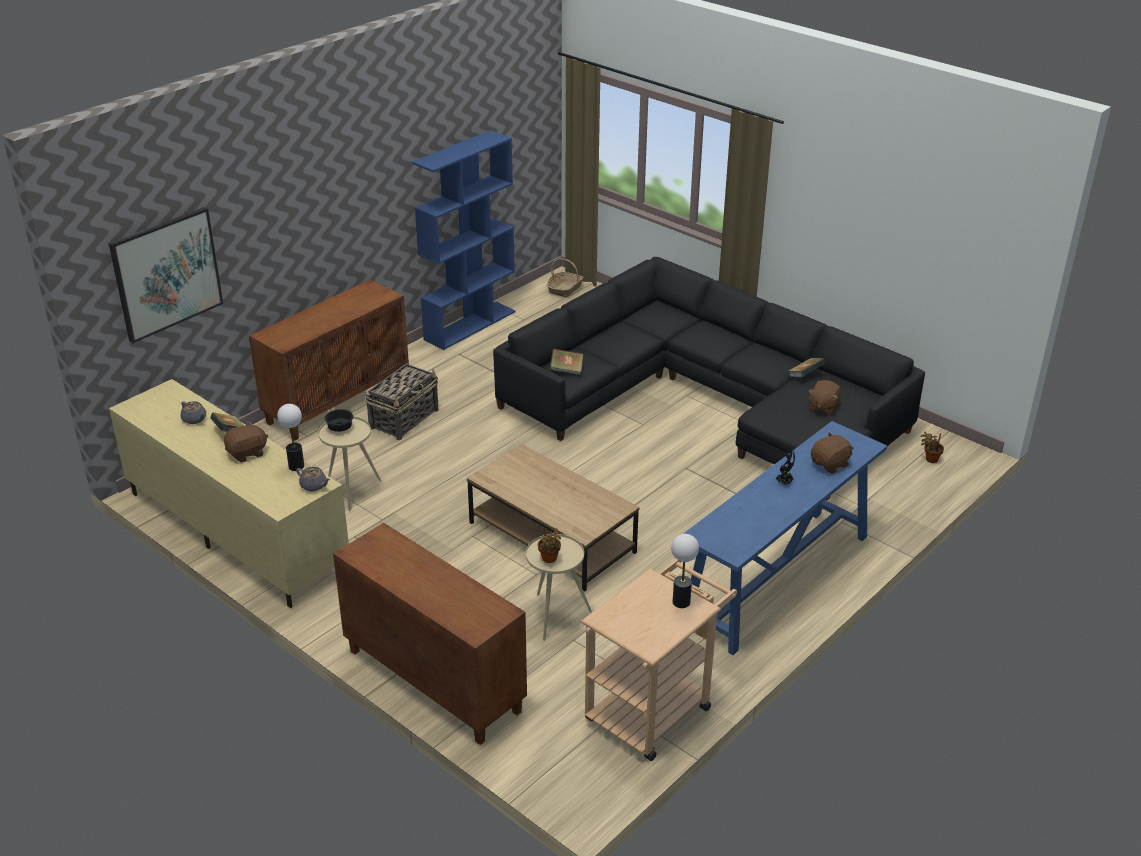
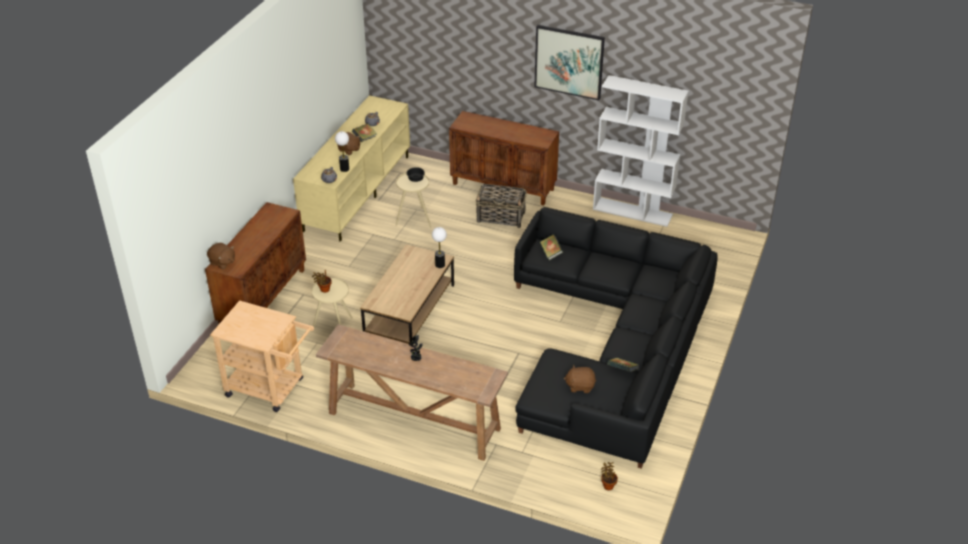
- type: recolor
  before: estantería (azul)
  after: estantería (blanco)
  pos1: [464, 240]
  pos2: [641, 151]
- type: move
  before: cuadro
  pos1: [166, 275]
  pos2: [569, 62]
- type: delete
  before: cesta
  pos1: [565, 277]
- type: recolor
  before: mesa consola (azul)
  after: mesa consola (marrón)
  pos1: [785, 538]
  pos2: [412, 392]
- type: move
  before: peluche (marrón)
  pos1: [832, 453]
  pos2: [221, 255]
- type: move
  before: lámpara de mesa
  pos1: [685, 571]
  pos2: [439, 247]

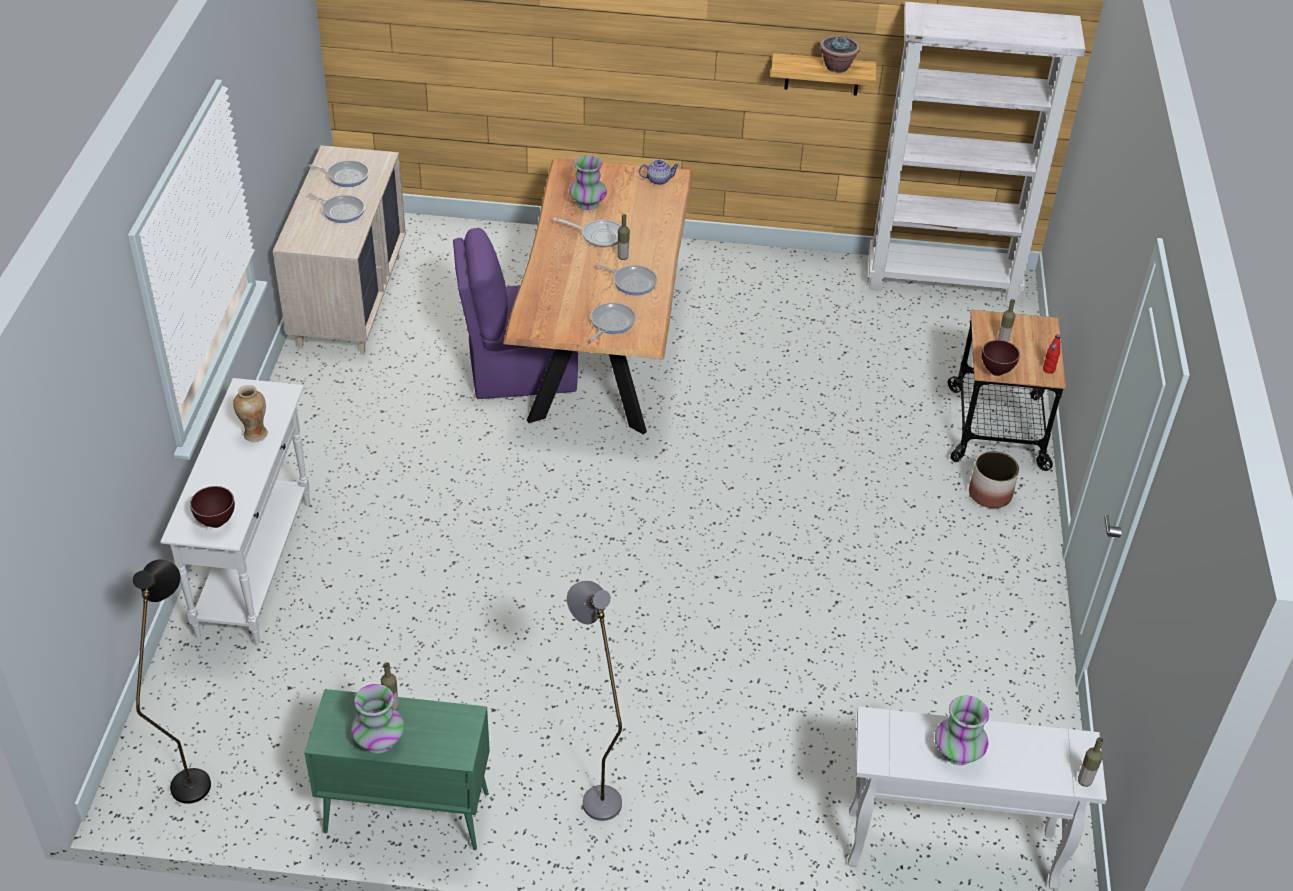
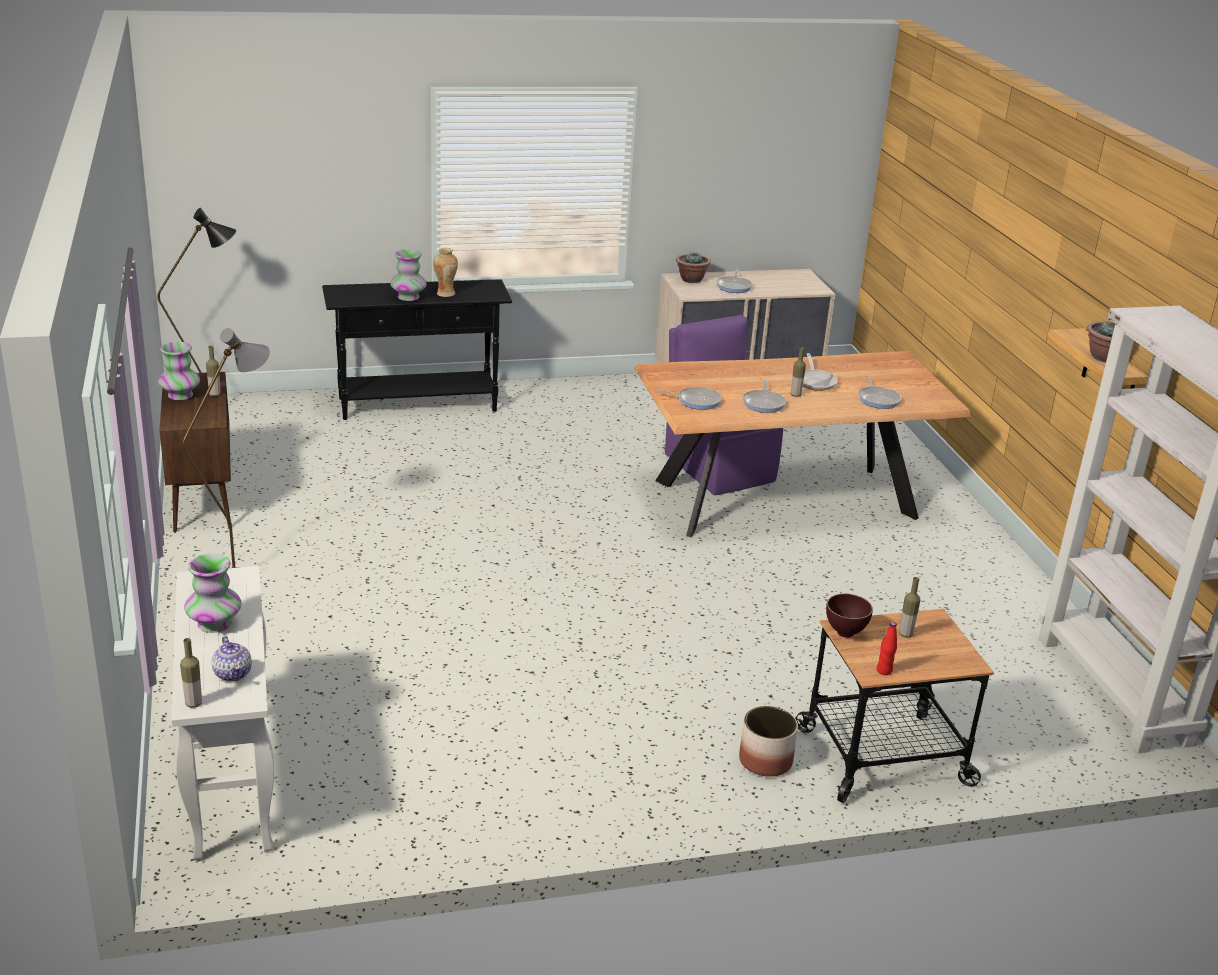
- type: move
  before: florero
  pos1: [588, 182]
  pos2: [409, 275]
- type: move
  before: tetera
  pos1: [659, 172]
  pos2: [232, 659]
- type: move
  before: sartén
  pos1: [338, 174]
  pos2: [880, 392]
- type: recolor
  before: mesa consola (blanco)
  after: mesa consola (negro)
  pos1: [235, 511]
  pos2: [417, 349]
- type: delete
  before: cuenco (marrón)
  pos1: [212, 507]
- type: recolor
  before: armario (verde)
  after: armario (marrón)
  pos1: [397, 769]
  pos2: [195, 452]
- type: insert
  after: planta en maceta
  pos2: [693, 267]

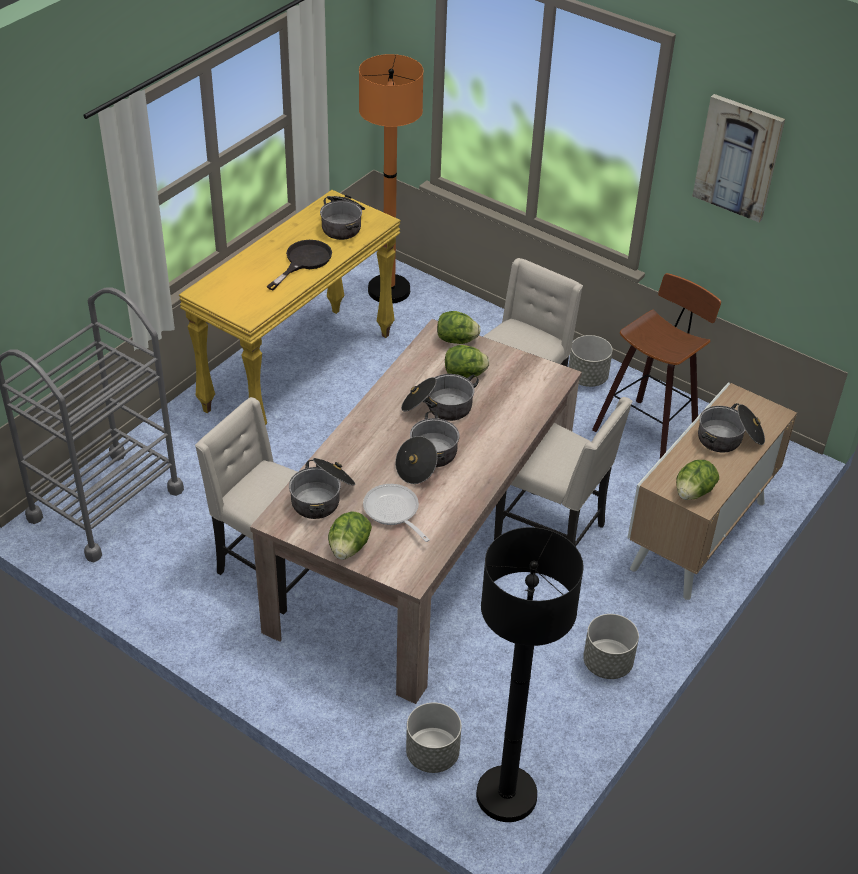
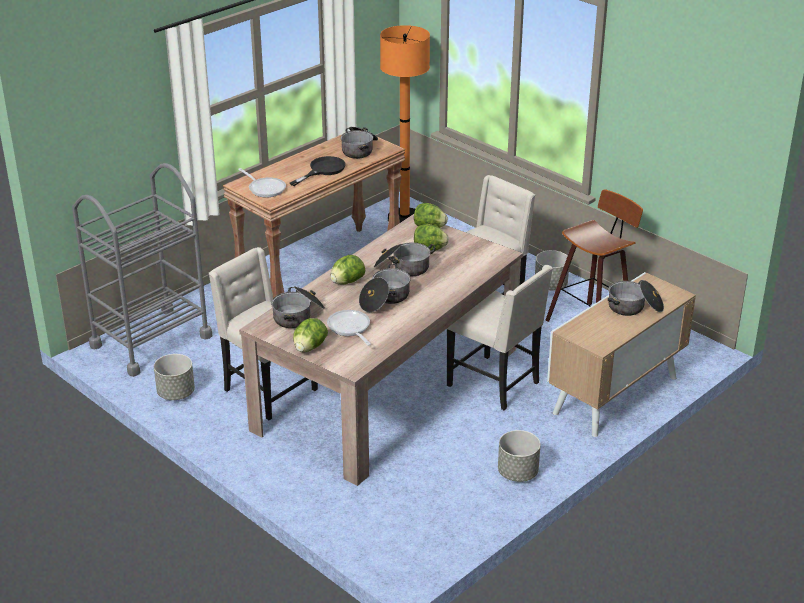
- type: delete
  before: cuadro
  pos1: [738, 158]
- type: recolor
  before: mesa consola (amarillo)
  after: mesa consola (marrón)
  pos1: [290, 307]
  pos2: [314, 216]
- type: move
  before: lechuga
  pos1: [697, 480]
  pos2: [347, 270]
- type: delete
  before: lámpara de pie (negro)
  pos1: [529, 674]
- type: move
  before: maceta (gris)
  pos1: [433, 738]
  pos2: [174, 377]
- type: insert
  after: sartén
  pos2: [262, 183]

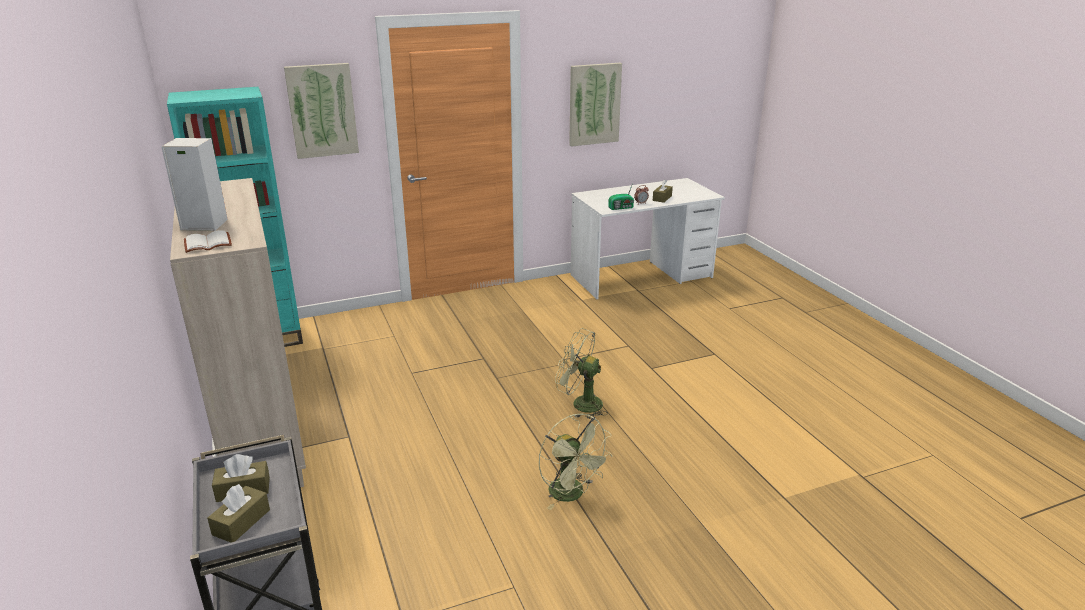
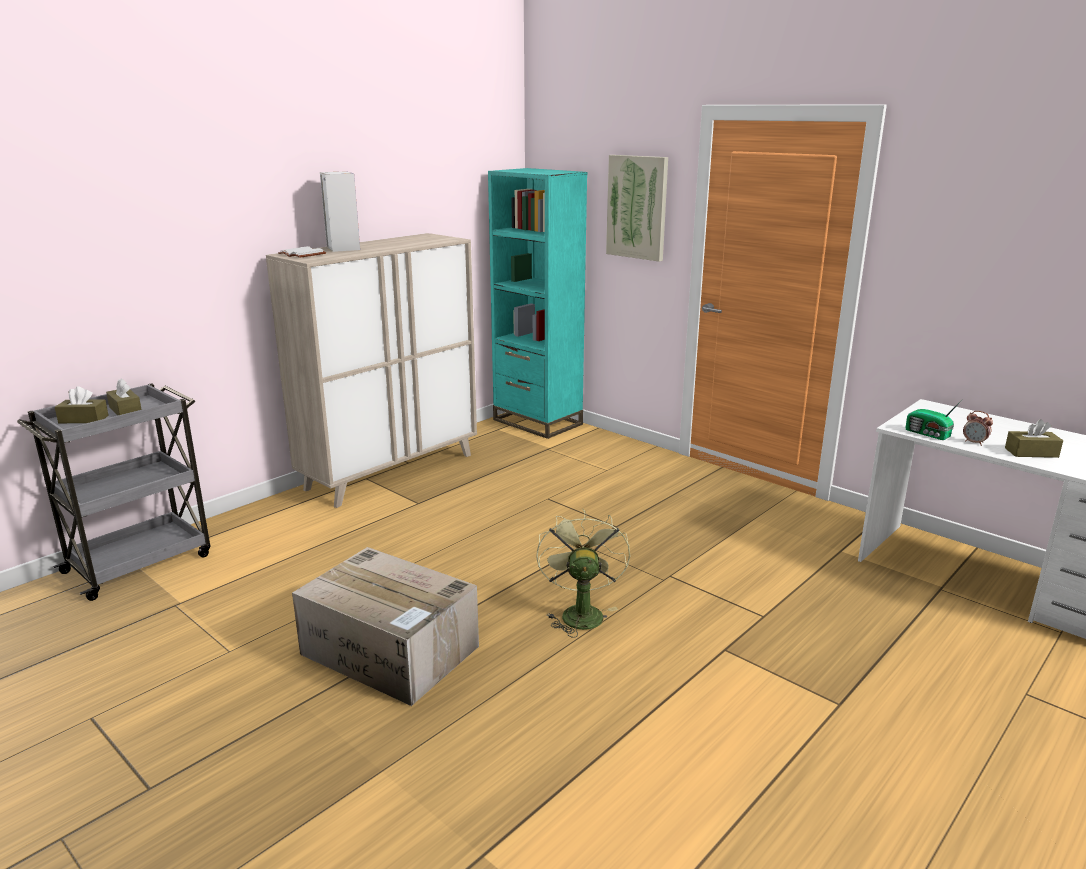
- type: delete
  before: cuadro
  pos1: [595, 105]
- type: replace
  before: ventilador (verde)
  after: caja de cartón
  pos1: [576, 461]
  pos2: [385, 626]

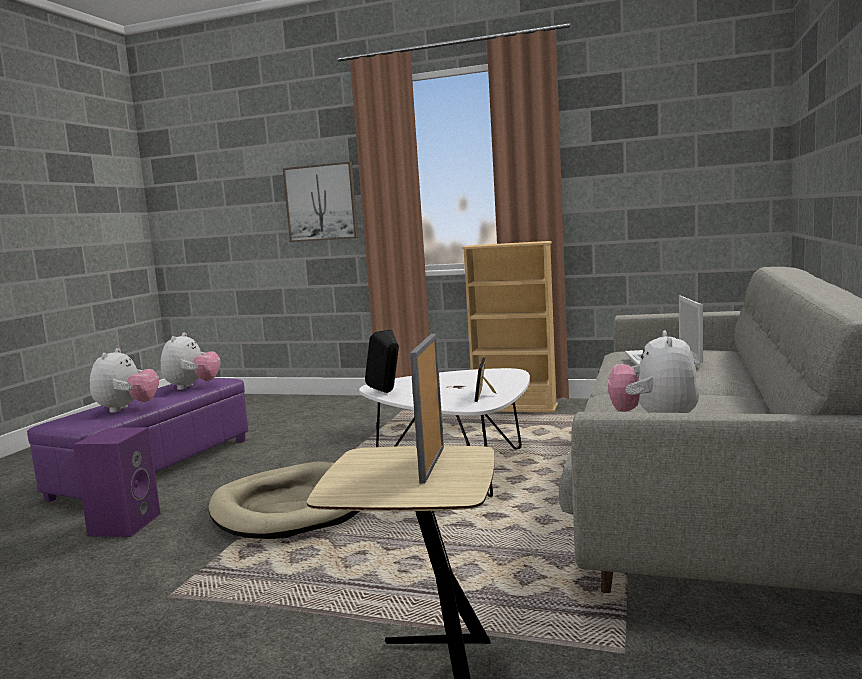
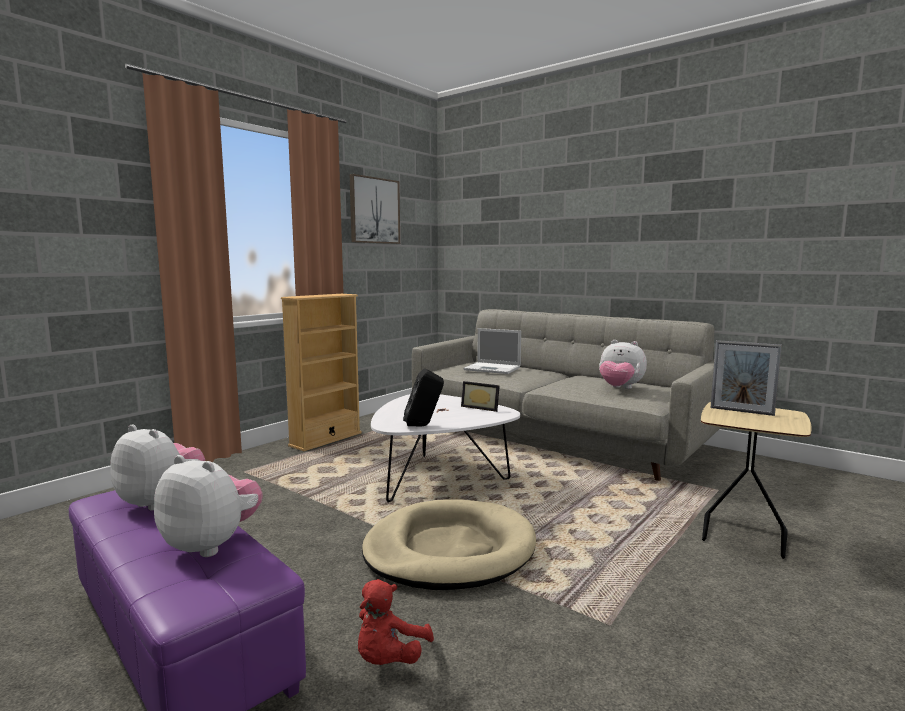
- type: move
  before: cuadro
  pos1: [320, 202]
  pos2: [374, 209]
- type: replace
  before: altavoz (morado)
  after: peluche (rojo)
  pos1: [117, 482]
  pos2: [396, 622]

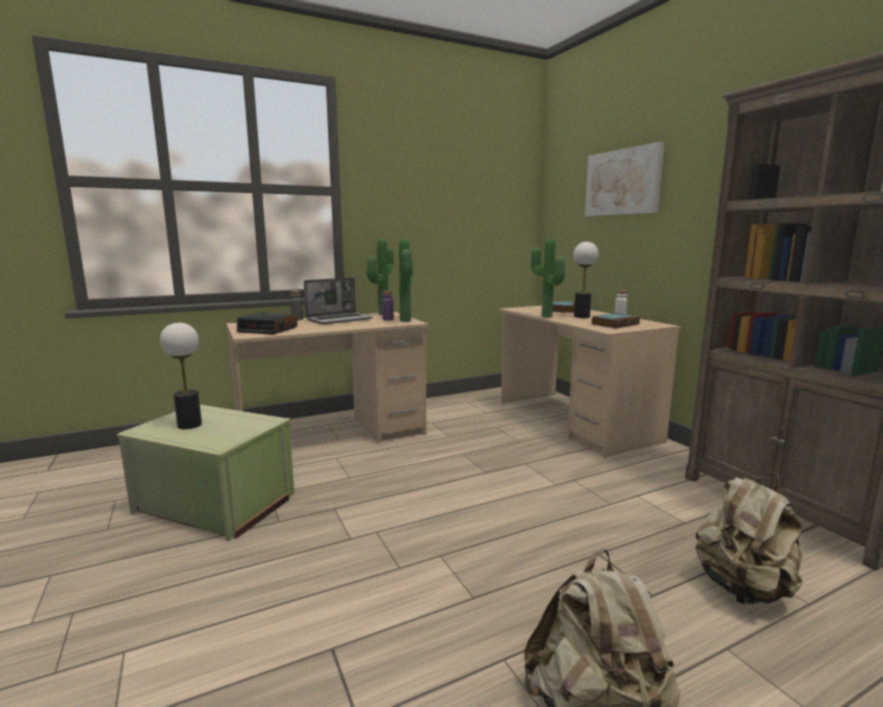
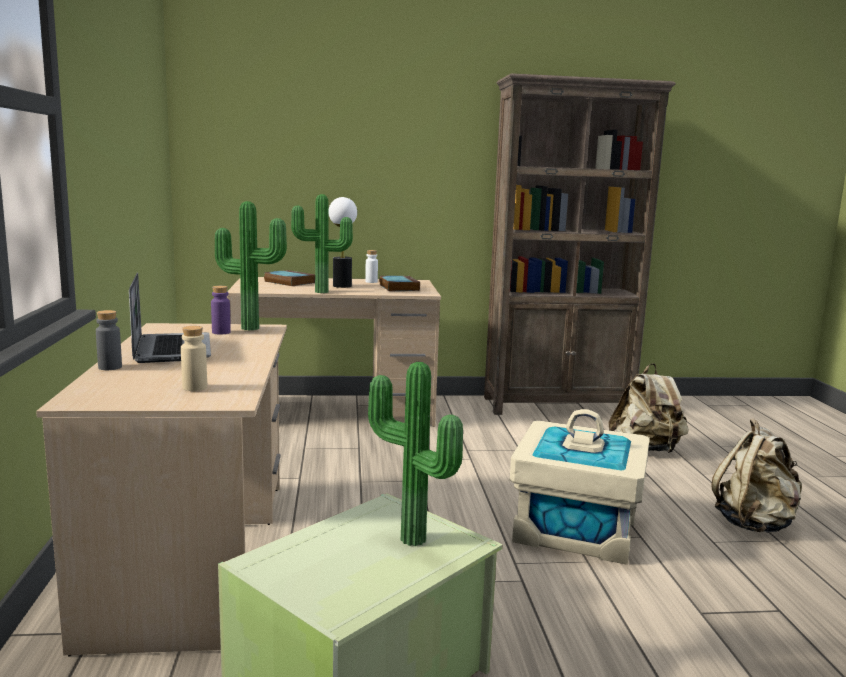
- type: delete
  before: cuadro
  pos1: [624, 179]
- type: move
  before: planta en maceta
  pos1: [380, 276]
  pos2: [415, 454]
- type: replace
  before: despertador
  after: botella (beis)
  pos1: [267, 323]
  pos2: [194, 358]
- type: delete
  before: lámpara de mesa
  pos1: [181, 375]
- type: insert
  after: caja de almacenaje (beis)
  pos2: [580, 487]

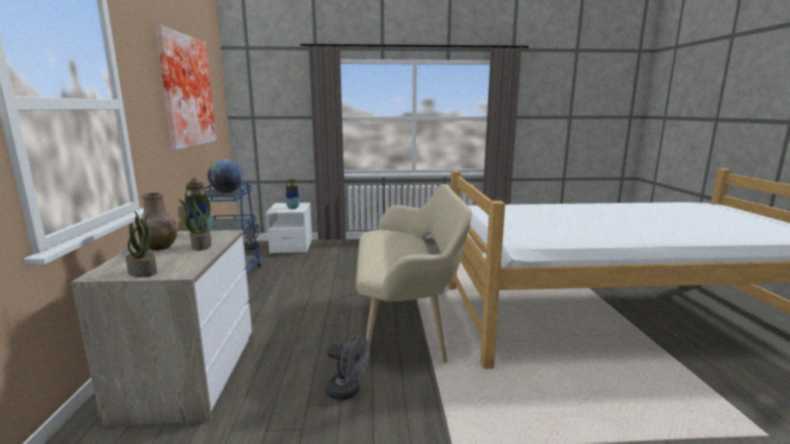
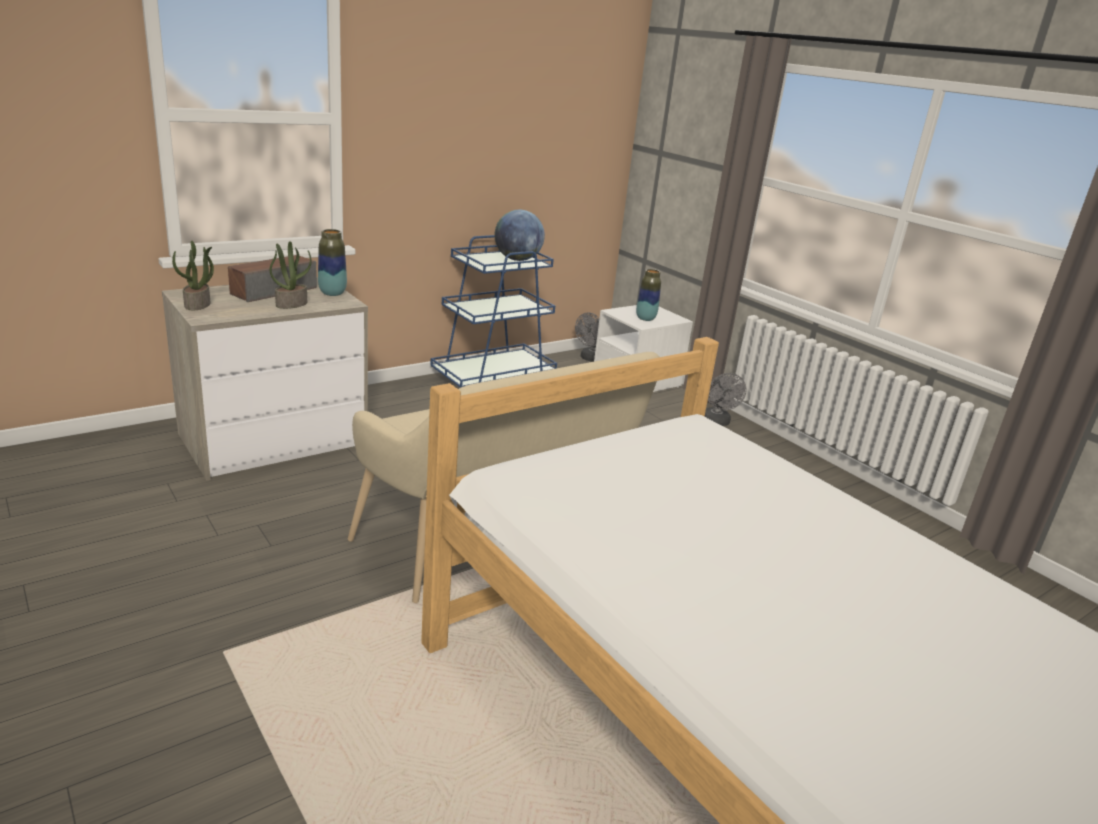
- type: delete
  before: cuadro
  pos1: [186, 87]
- type: replace
  before: florero (marrón)
  after: altavoz
  pos1: [158, 221]
  pos2: [272, 278]
- type: move
  before: ventilador (gris)
  pos1: [348, 367]
  pos2: [725, 399]

